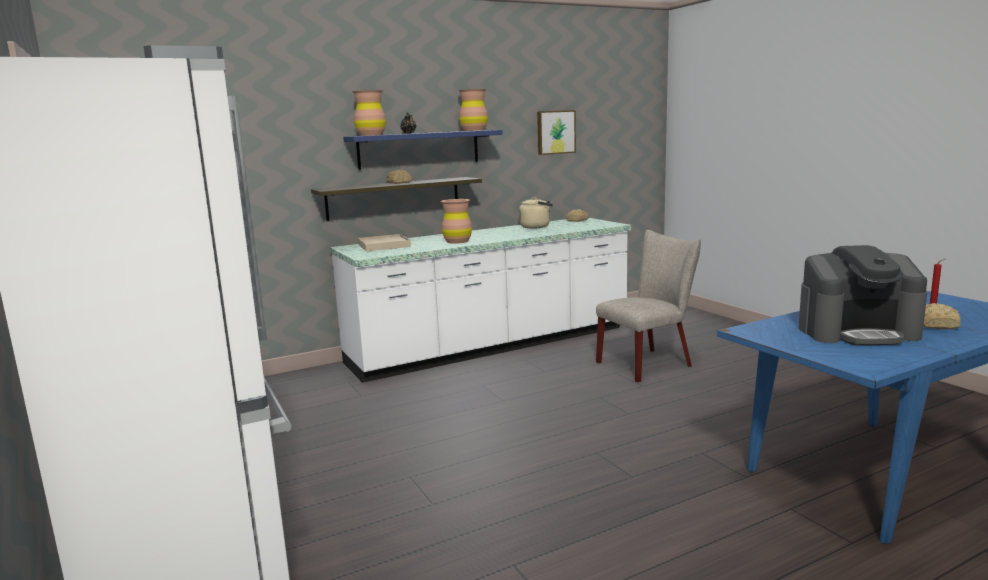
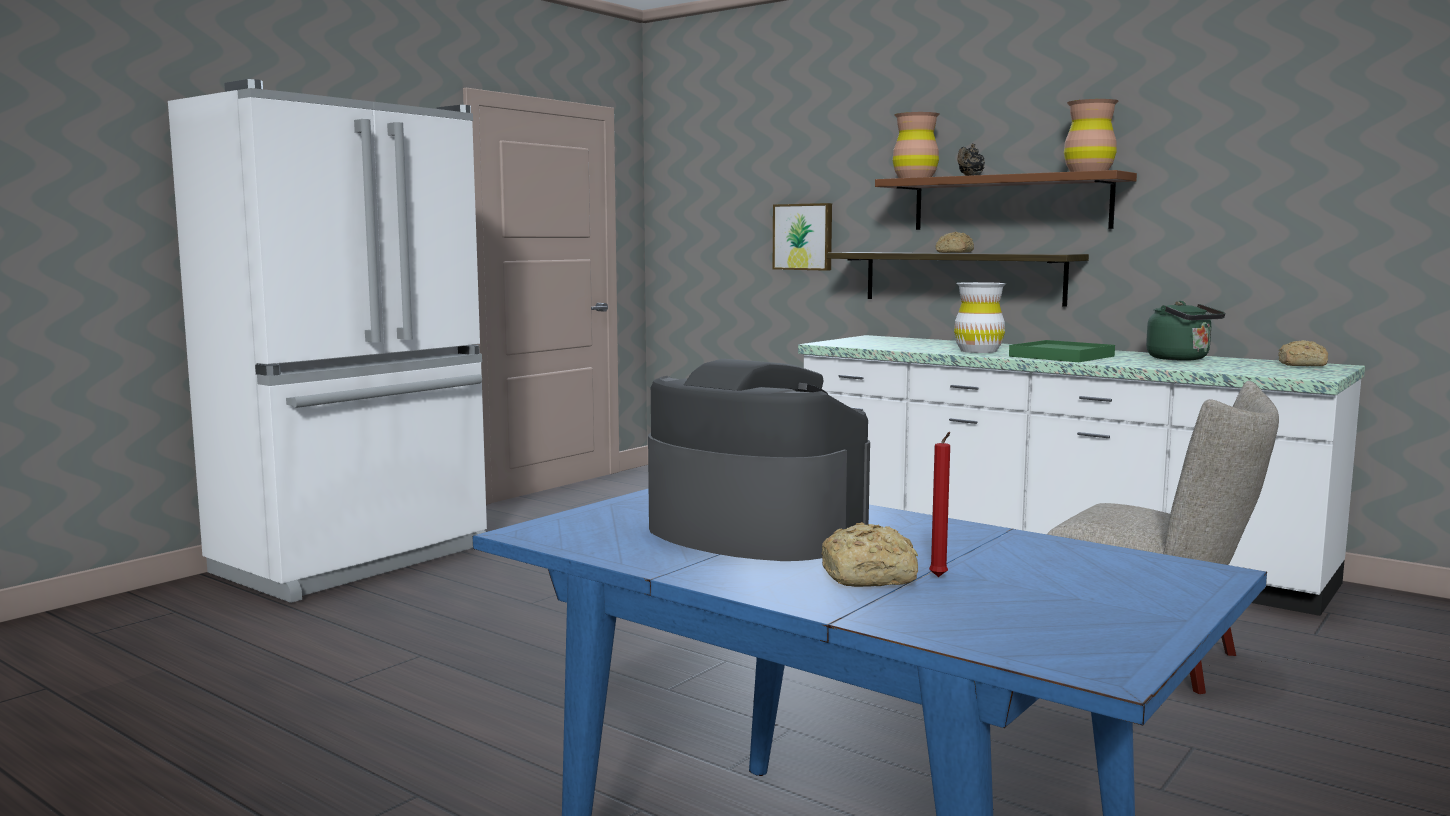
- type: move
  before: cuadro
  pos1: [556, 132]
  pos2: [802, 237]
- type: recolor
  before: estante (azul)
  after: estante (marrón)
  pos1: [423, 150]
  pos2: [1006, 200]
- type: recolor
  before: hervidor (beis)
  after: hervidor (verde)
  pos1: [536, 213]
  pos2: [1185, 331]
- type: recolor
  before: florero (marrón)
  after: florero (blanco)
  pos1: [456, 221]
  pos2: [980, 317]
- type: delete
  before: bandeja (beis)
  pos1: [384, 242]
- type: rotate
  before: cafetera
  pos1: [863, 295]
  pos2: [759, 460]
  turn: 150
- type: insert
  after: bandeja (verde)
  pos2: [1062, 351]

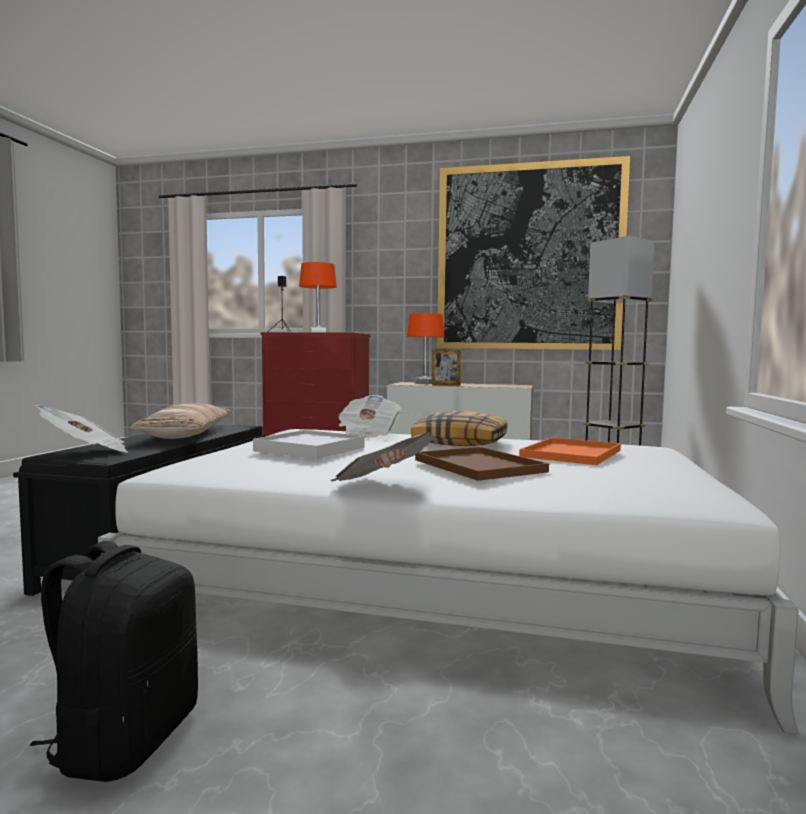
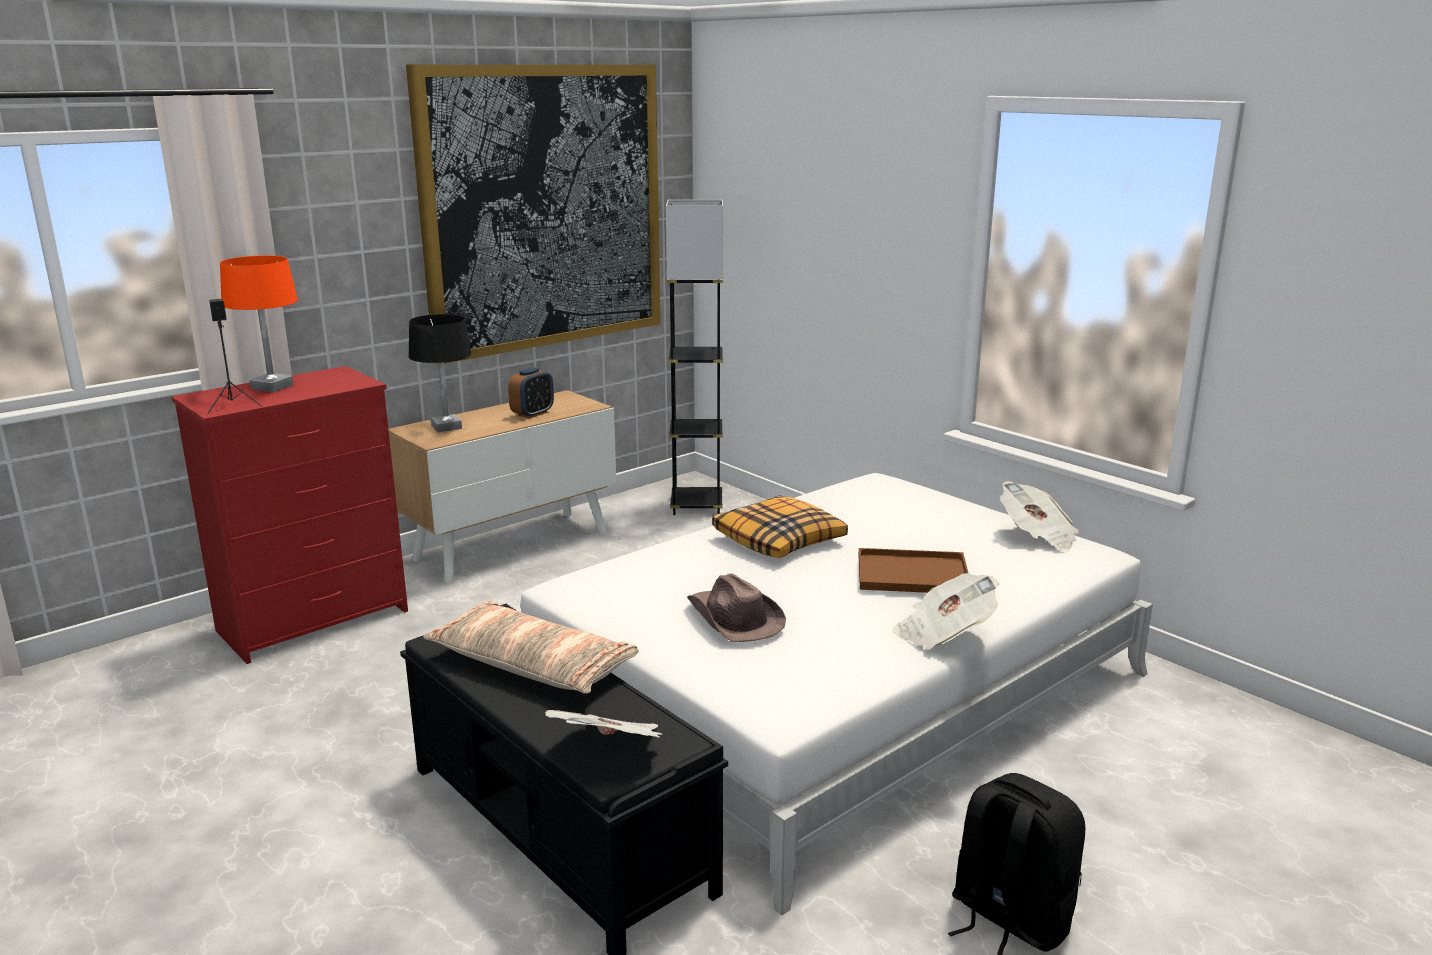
- type: recolor
  before: lámpara de mesa (naranja)
  after: lámpara de mesa (negro)
  pos1: [425, 348]
  pos2: [440, 373]
- type: delete
  before: portarretratos
  pos1: [446, 367]
- type: move
  before: periódico
  pos1: [370, 416]
  pos2: [1039, 516]
- type: replace
  before: bandeja (blanco)
  after: sombrero (marrón)
  pos1: [309, 444]
  pos2: [736, 607]
- type: delete
  before: bandeja (naranja)
  pos1: [570, 451]
- type: insert
  after: despertador
  pos2: [531, 392]

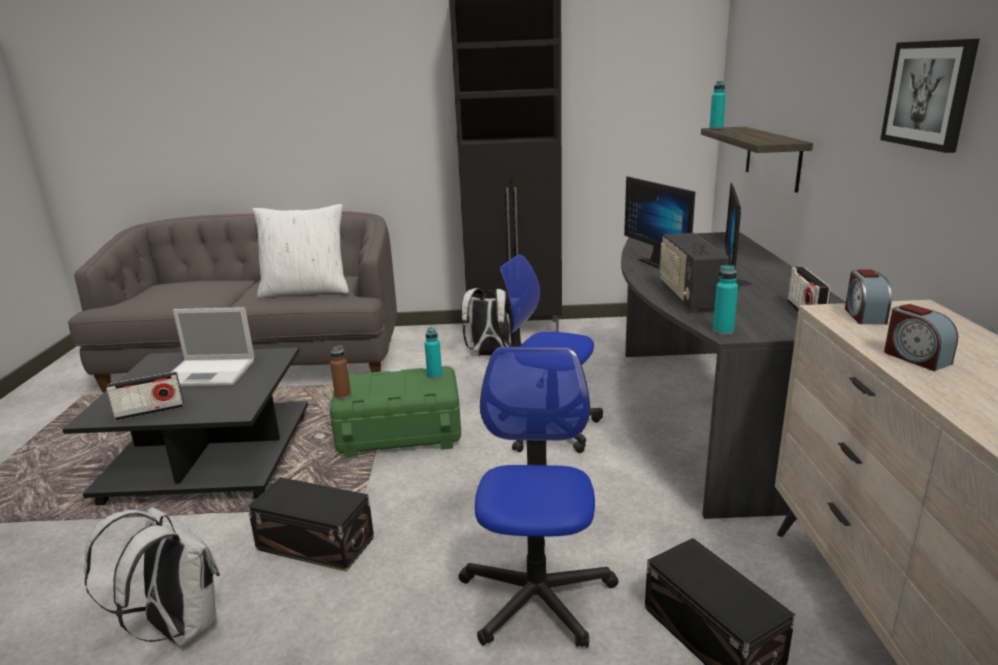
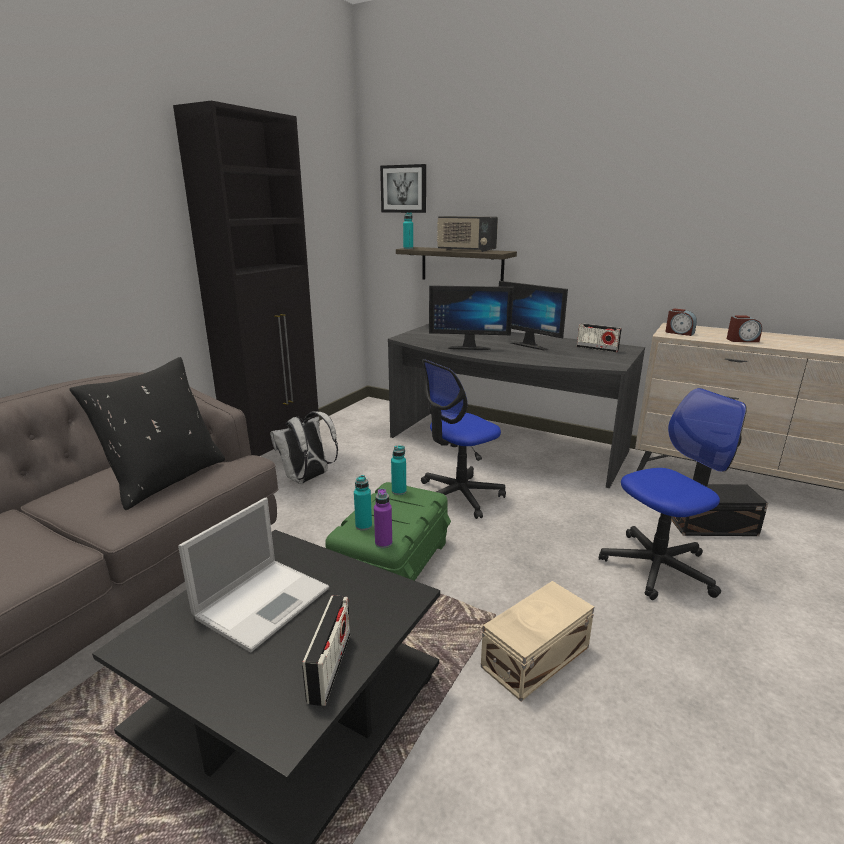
- type: move
  before: cuadro
  pos1: [929, 96]
  pos2: [403, 188]
- type: recolor
  before: cojín (blanco)
  after: cojín (negro)
  pos1: [301, 251]
  pos2: [147, 433]
- type: move
  before: radio
  pos1: [693, 271]
  pos2: [467, 234]
- type: move
  before: botella (turquesa)
  pos1: [725, 300]
  pos2: [363, 503]
- type: recolor
  before: botella (marrón)
  after: botella (morado)
  pos1: [340, 372]
  pos2: [383, 518]
- type: rotate
  before: silla de oficina
  pos1: [538, 497]
  pos2: [673, 494]
  turn: 120
- type: recolor
  before: caja de almacenaje (negro)
  after: caja de almacenaje (beis)
  pos1: [310, 524]
  pos2: [537, 641]
- type: delete
  before: mochila (blanco)
  pos1: [152, 576]

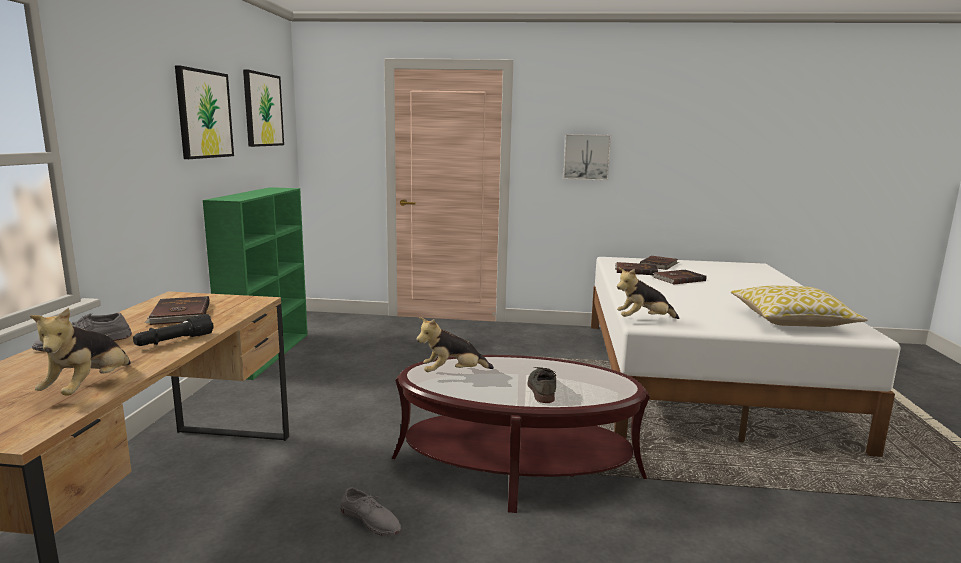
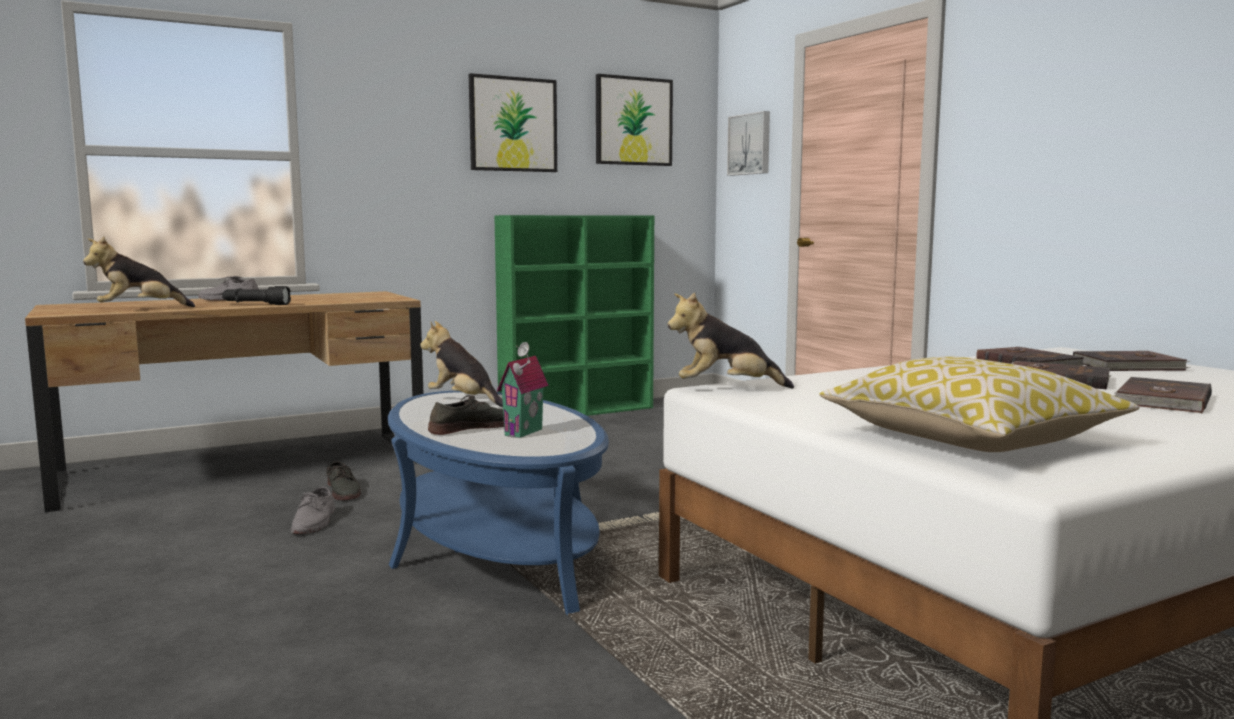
- type: move
  before: cuadro
  pos1: [587, 157]
  pos2: [748, 143]
- type: rotate
  before: peluche
  pos1: [648, 293]
  pos2: [731, 340]
  turn: -45
- type: move
  before: libro (marrón)
  pos1: [177, 310]
  pos2: [1163, 395]
- type: recolor
  before: mesa de centro (marrón)
  after: mesa de centro (azul)
  pos1: [521, 434]
  pos2: [498, 503]
- type: insert
  after: casita
  pos2: [523, 390]
- type: insert
  after: zapato (gris)
  pos2: [343, 480]

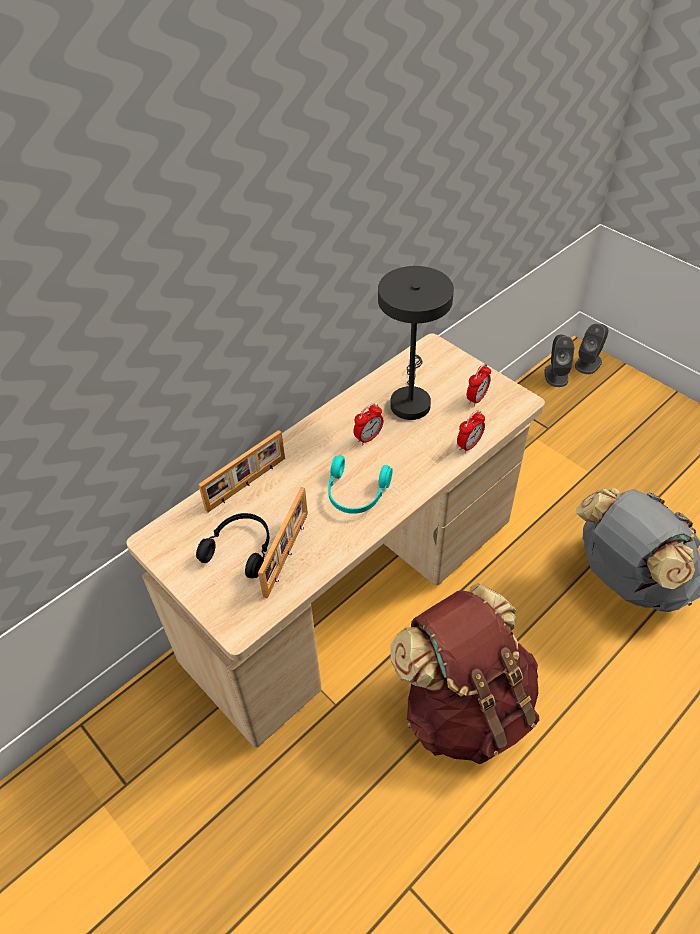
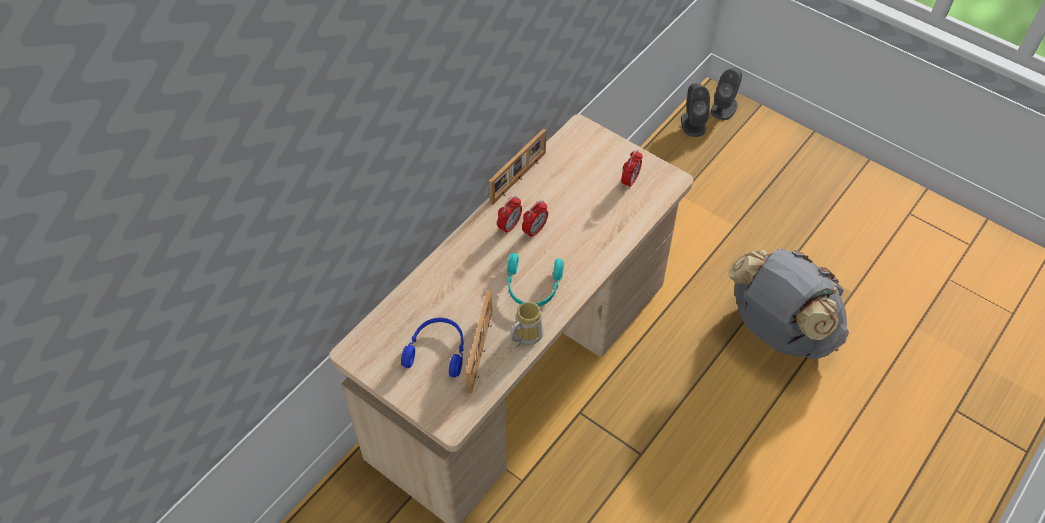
- type: delete
  before: lámpara de mesa (gris)
  pos1: [416, 343]
- type: move
  before: despertador
  pos1: [471, 431]
  pos2: [509, 215]
- type: move
  before: portarretratos
  pos1: [241, 471]
  pos2: [517, 166]
- type: recolor
  before: auriculares (negro)
  after: auriculares (azul)
  pos1: [232, 545]
  pos2: [432, 347]
- type: delete
  before: mochila (marrón)
  pos1: [464, 673]
- type: insert
  after: taza grande
  pos2: [527, 324]

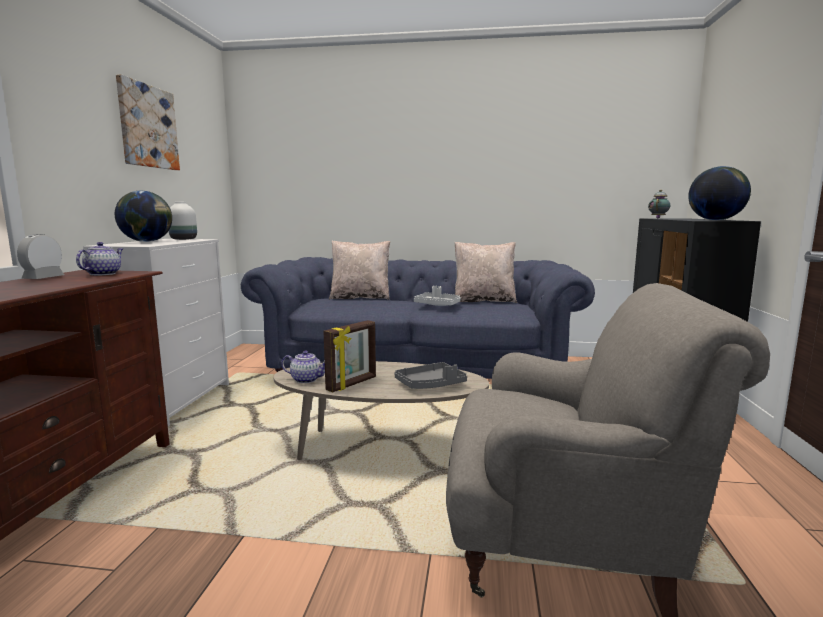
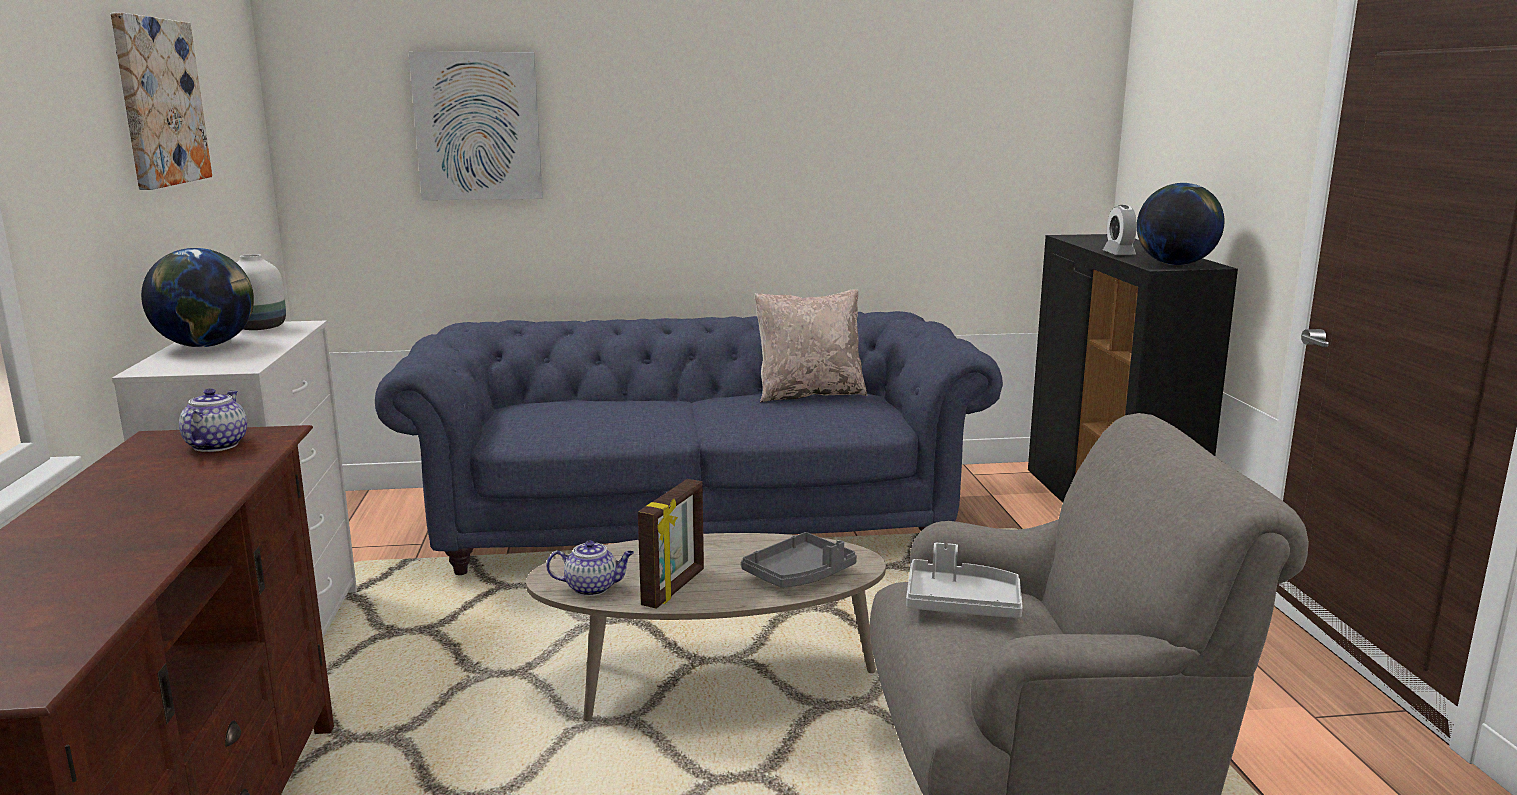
- type: delete
  before: tetera
  pos1: [659, 204]
- type: move
  before: despertador
  pos1: [40, 256]
  pos2: [1120, 230]
- type: delete
  before: cojín (beis)
  pos1: [359, 270]
- type: move
  before: bandeja (gris)
  pos1: [437, 296]
  pos2: [964, 580]
- type: insert
  after: cuadro
  pos2: [476, 126]

